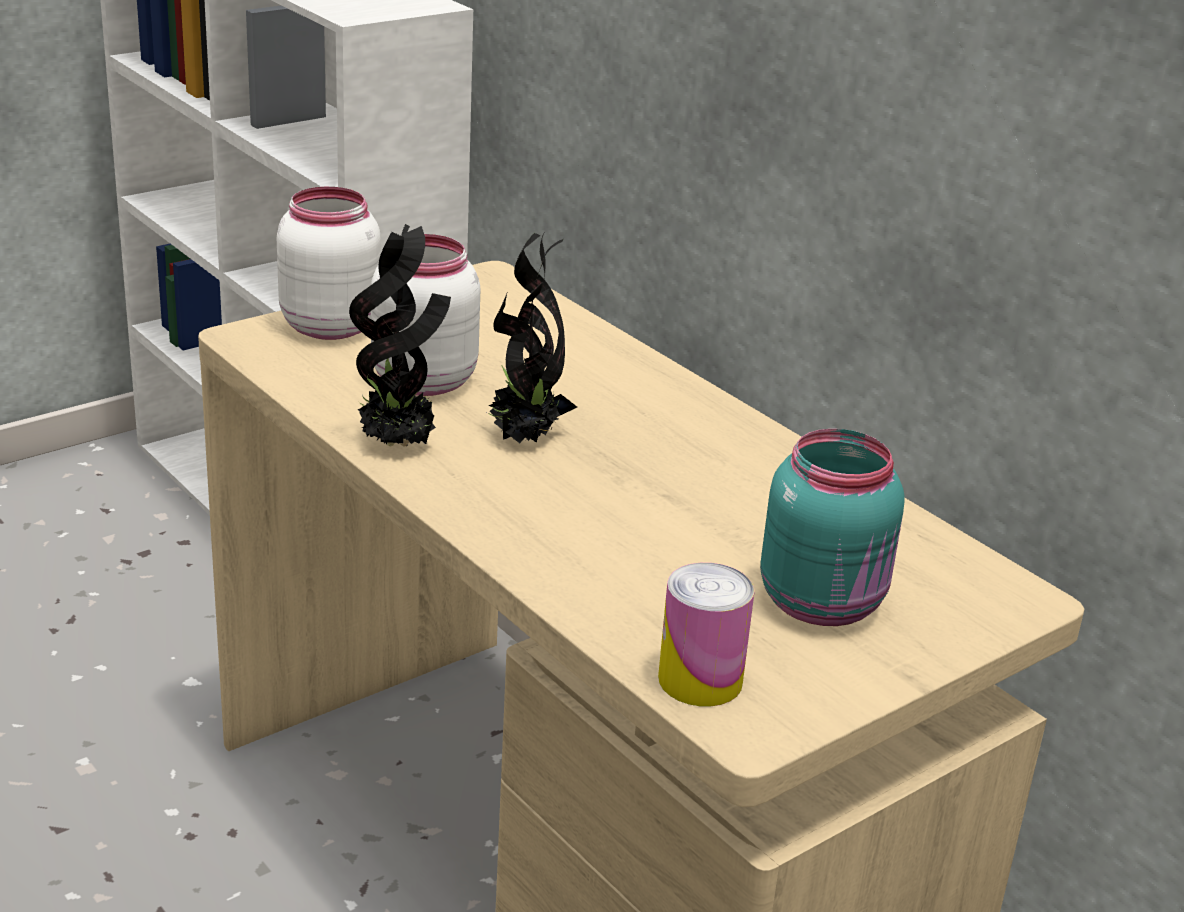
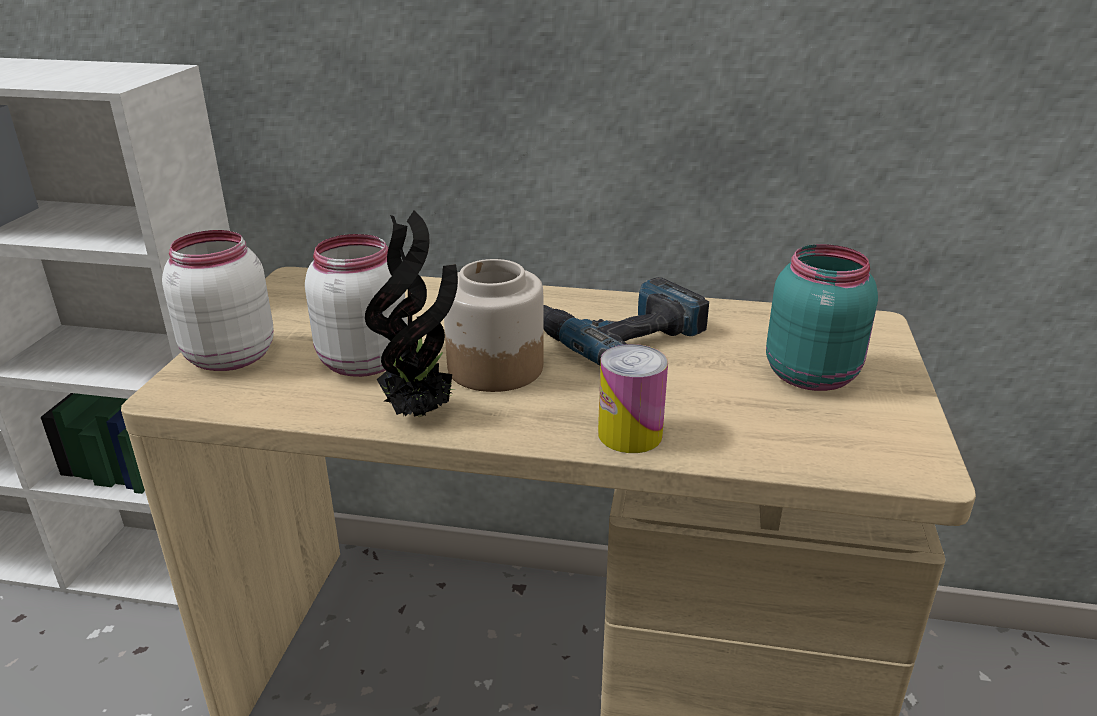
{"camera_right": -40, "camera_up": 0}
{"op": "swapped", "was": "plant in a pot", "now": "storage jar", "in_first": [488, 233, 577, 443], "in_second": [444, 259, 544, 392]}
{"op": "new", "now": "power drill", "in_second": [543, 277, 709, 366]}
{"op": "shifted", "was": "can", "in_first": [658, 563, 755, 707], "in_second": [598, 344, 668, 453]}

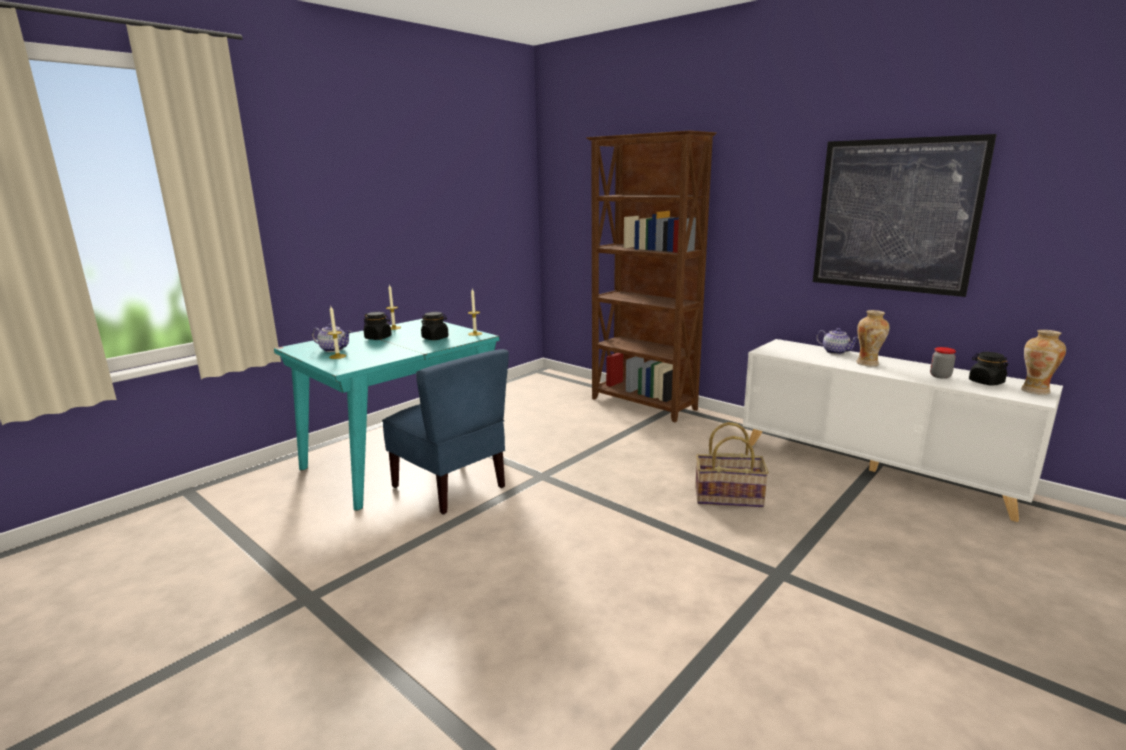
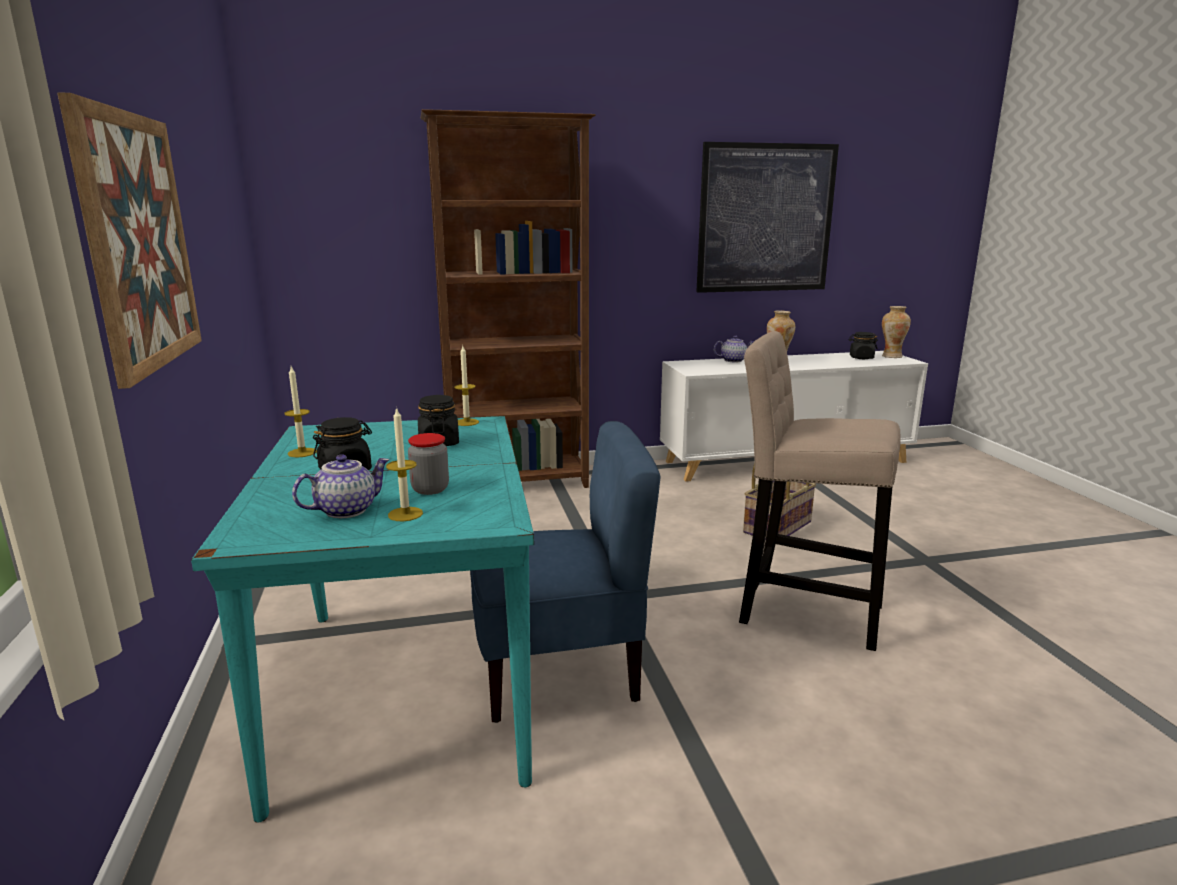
{"camera_right": -55, "camera_up": 0}
{"op": "new", "now": "picture", "in_second": [57, 92, 202, 389]}
{"op": "shifted", "was": "storage jar", "in_first": [930, 347, 956, 379], "in_second": [408, 433, 449, 495]}
{"op": "new", "now": "beige-coloured stool seat", "in_second": [739, 331, 901, 651]}

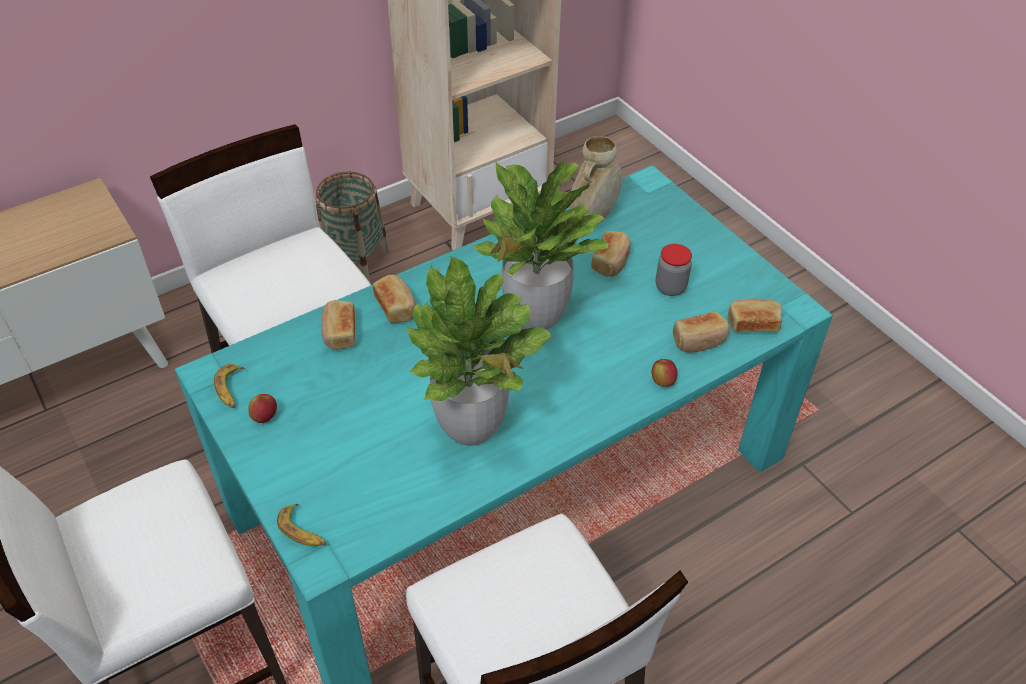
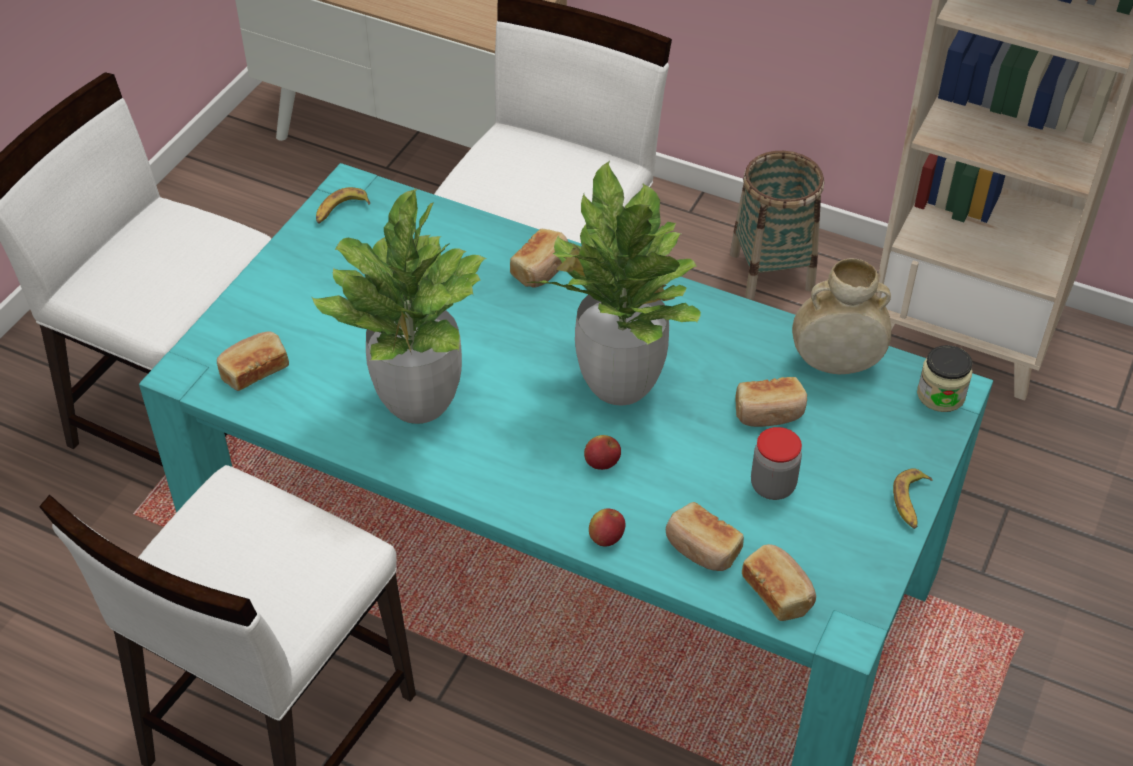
{"camera_right": 60, "camera_up": 0}
{"op": "shifted", "was": "bakery bread", "in_first": [321, 300, 355, 350], "in_second": [217, 331, 289, 391]}
{"op": "shifted", "was": "whole apple", "in_first": [248, 394, 277, 423], "in_second": [584, 435, 621, 470]}
{"op": "shifted", "was": "banana", "in_first": [277, 504, 326, 546], "in_second": [893, 468, 933, 529]}
{"op": "new", "now": "storage jar", "in_second": [917, 345, 973, 412]}

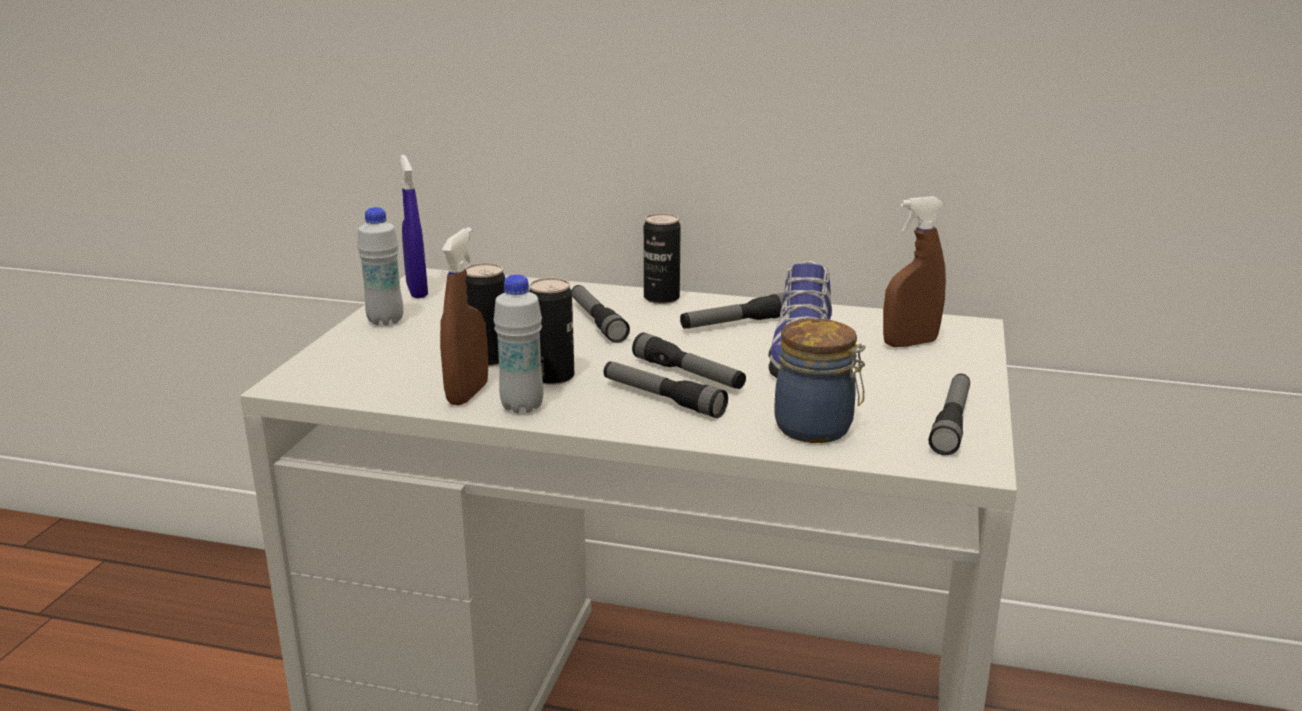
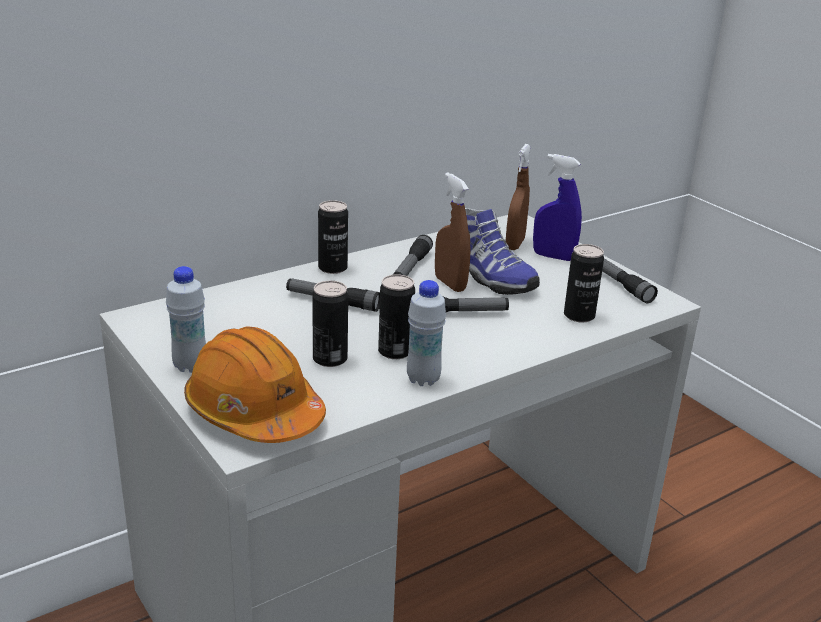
{"camera_right": -50, "camera_up": 5}
{"op": "new", "now": "orange work helmet", "in_second": [184, 326, 326, 443]}
{"op": "shifted", "was": "brown spray bottle", "in_first": [440, 227, 488, 406], "in_second": [435, 172, 470, 292]}
{"op": "shifted", "was": "blue-coloured spray bottle", "in_first": [400, 155, 428, 299], "in_second": [533, 154, 582, 261]}
{"op": "swapped", "was": "storage jar", "now": "can", "in_first": [775, 319, 866, 443], "in_second": [564, 244, 604, 322]}
{"op": "gone", "was": "flashlight", "in_first": [603, 361, 728, 418]}

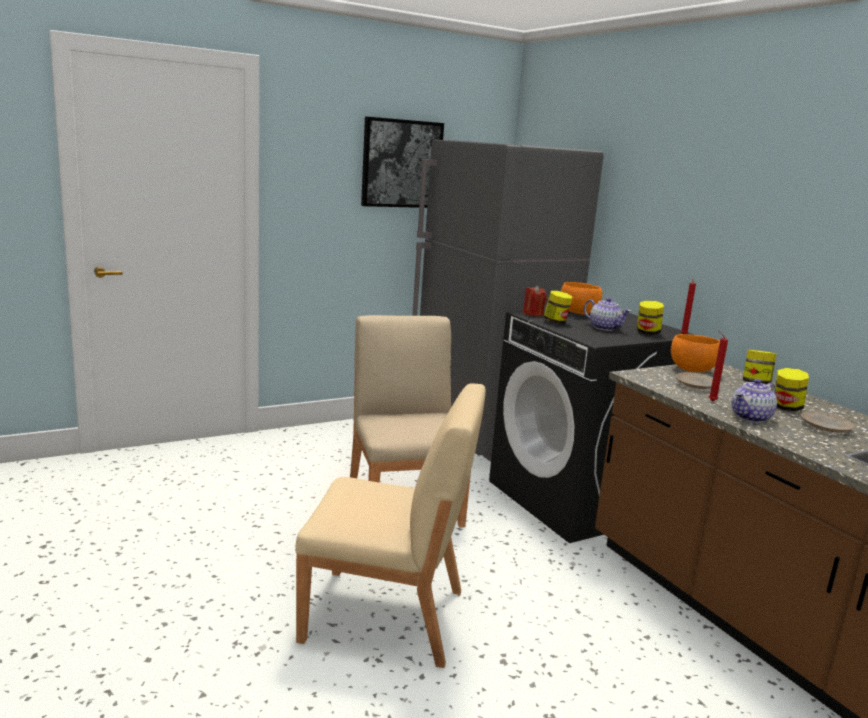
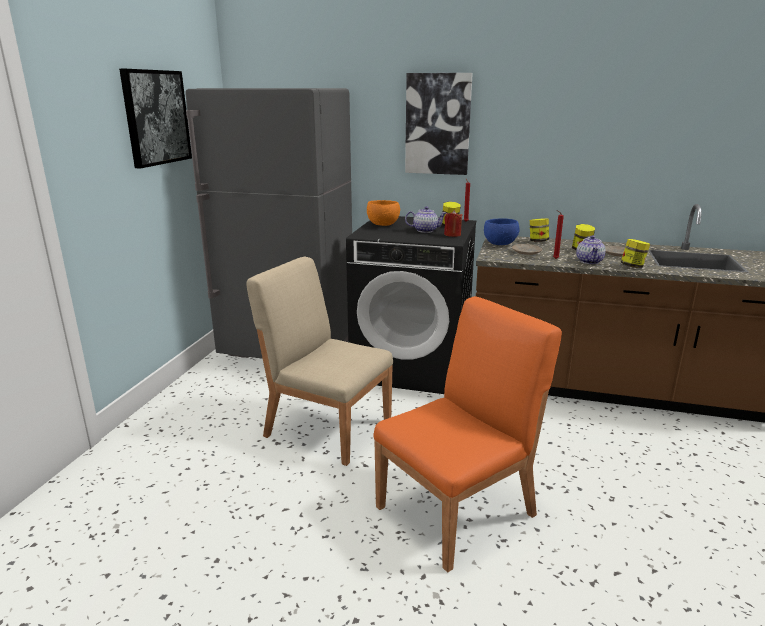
{"camera_right": -45, "camera_up": 5}
{"op": "repainted", "was": "beige-coloured plain chair", "now": "orange plain chair", "in_first": [295, 383, 486, 668], "in_second": [373, 296, 562, 572]}
{"op": "new", "now": "picture", "in_second": [405, 73, 473, 175]}
{"op": "shifted", "was": "red candle", "in_first": [523, 285, 547, 316], "in_second": [444, 210, 462, 237]}
{"op": "repainted", "was": "orange serving bowl", "now": "blue-coloured serving bowl", "in_first": [671, 334, 720, 372], "in_second": [484, 218, 519, 245]}
{"op": "shifted", "was": "storage jar", "in_first": [544, 291, 573, 324], "in_second": [621, 239, 650, 268]}

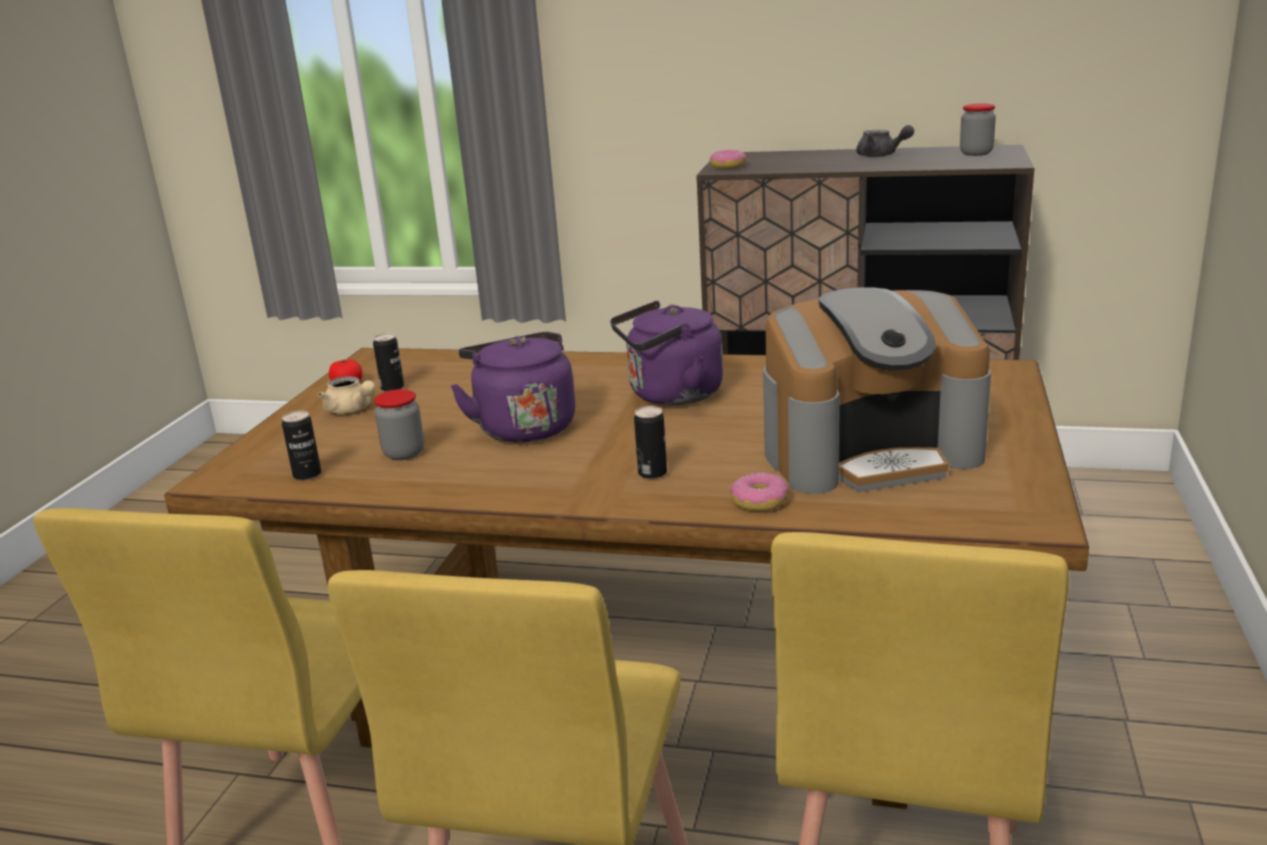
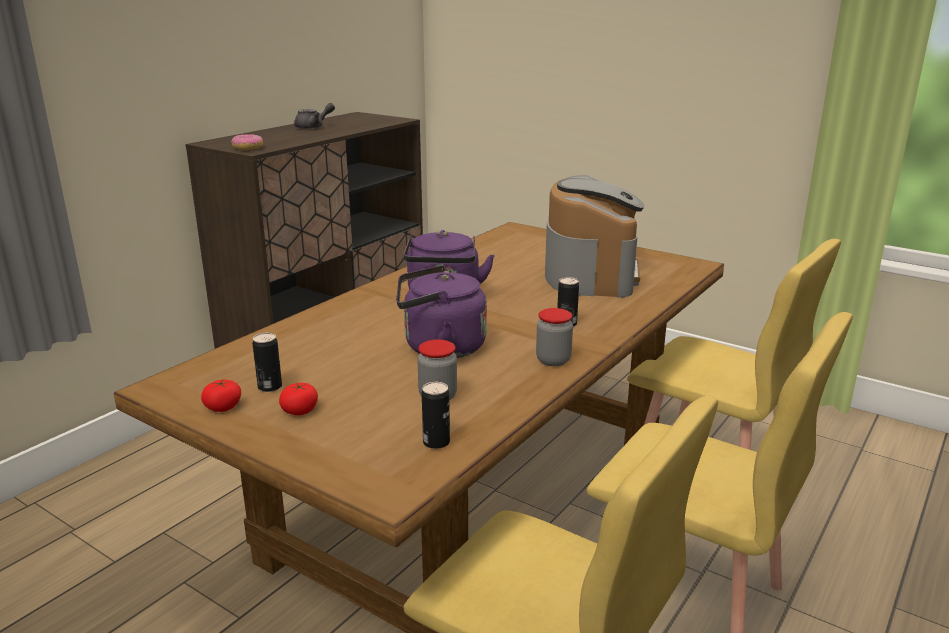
{"camera_right": -70, "camera_up": 0}
{"op": "swapped", "was": "beige-coloured pot for tea", "now": "fresh tomato", "in_first": [318, 376, 376, 414], "in_second": [279, 383, 318, 415]}
{"op": "shifted", "was": "storage jar", "in_first": [960, 103, 996, 156], "in_second": [536, 308, 573, 366]}
{"op": "gone", "was": "donut", "in_first": [730, 472, 788, 511]}

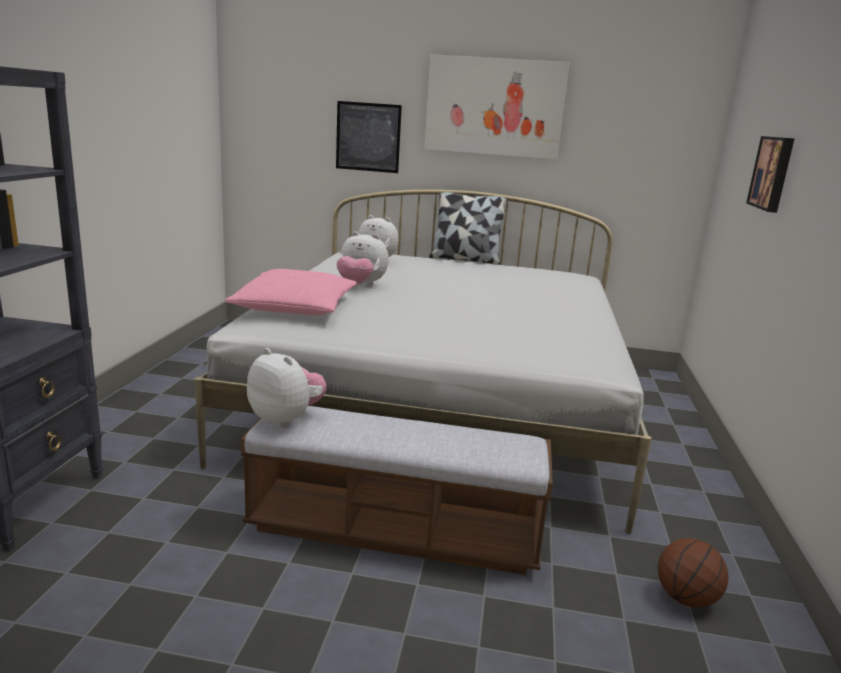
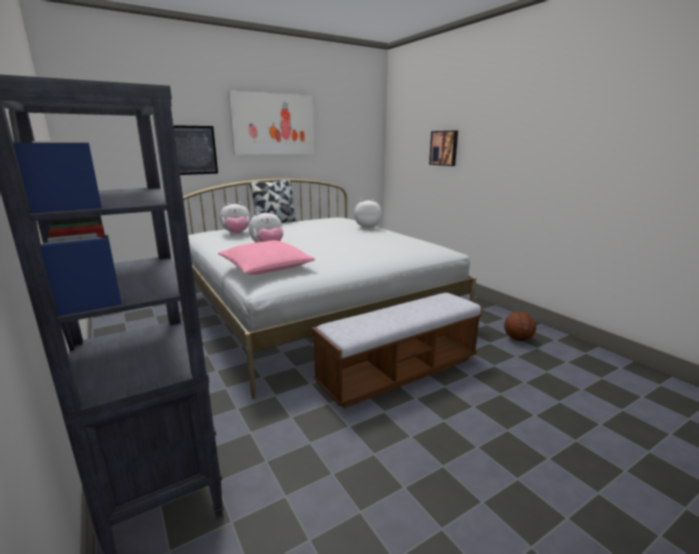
{"camera_right": -40, "camera_up": 0}
{"op": "shifted", "was": "soft toy", "in_first": [247, 348, 327, 428], "in_second": [354, 199, 382, 229]}

